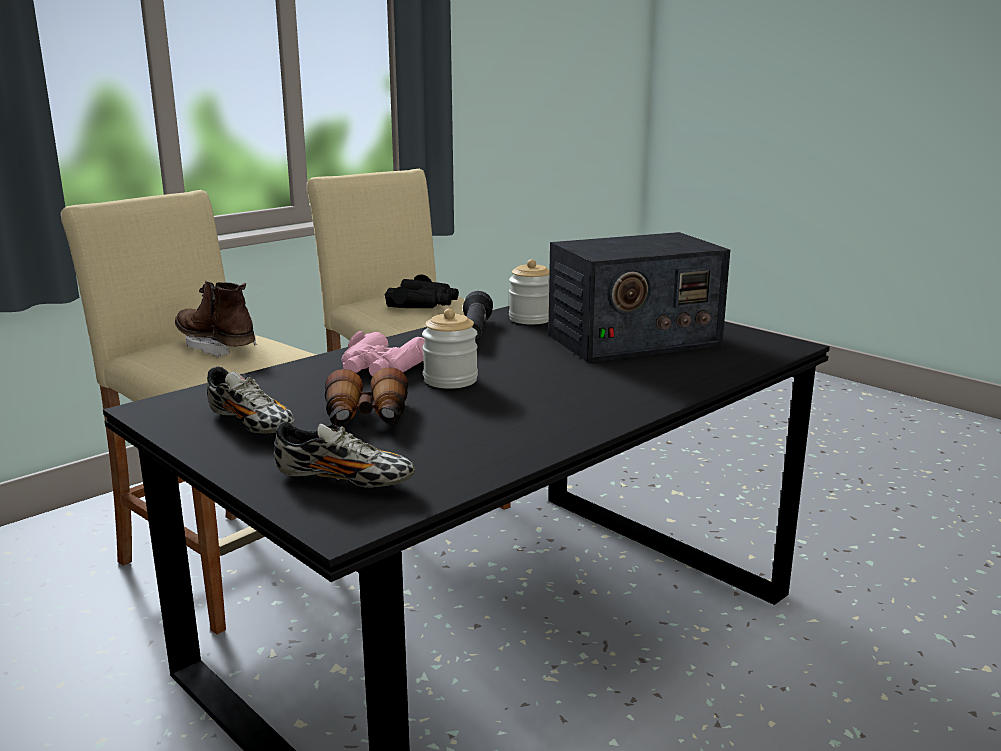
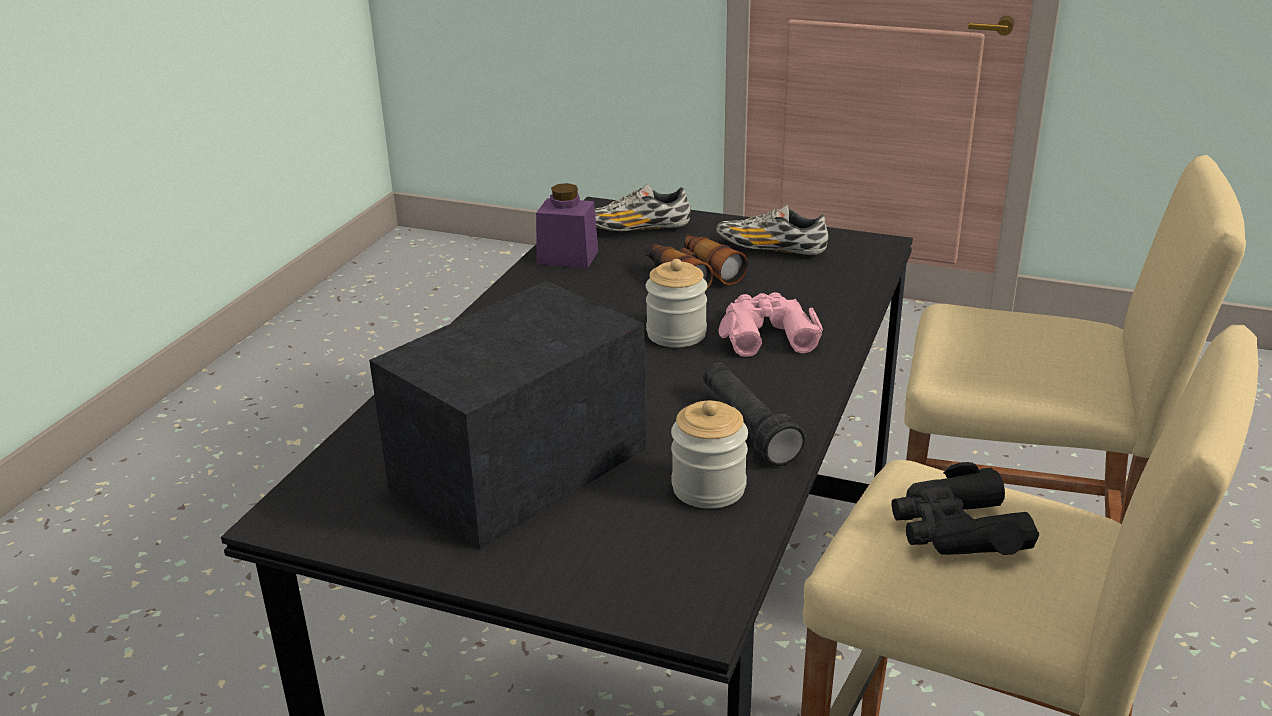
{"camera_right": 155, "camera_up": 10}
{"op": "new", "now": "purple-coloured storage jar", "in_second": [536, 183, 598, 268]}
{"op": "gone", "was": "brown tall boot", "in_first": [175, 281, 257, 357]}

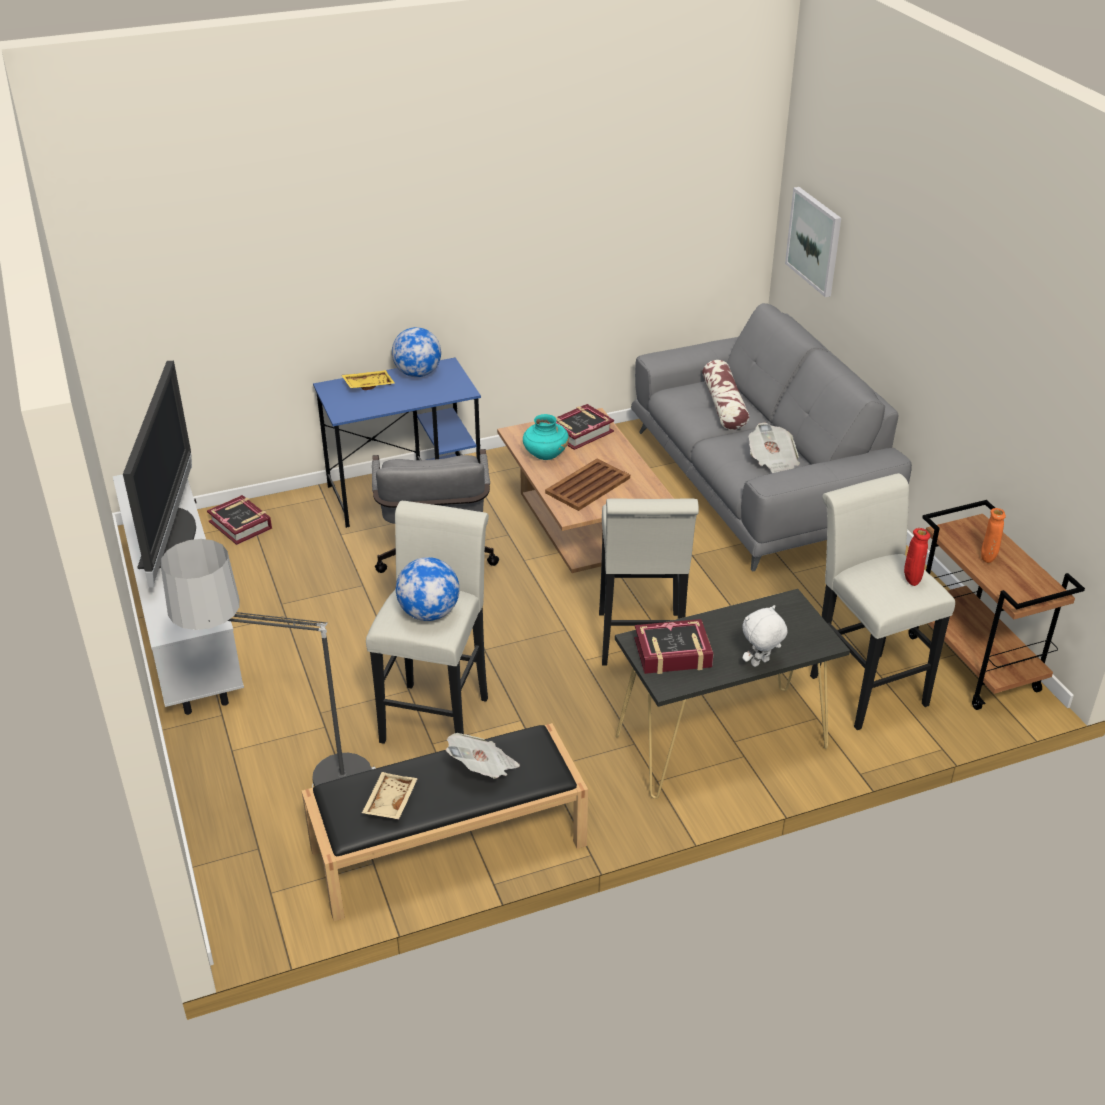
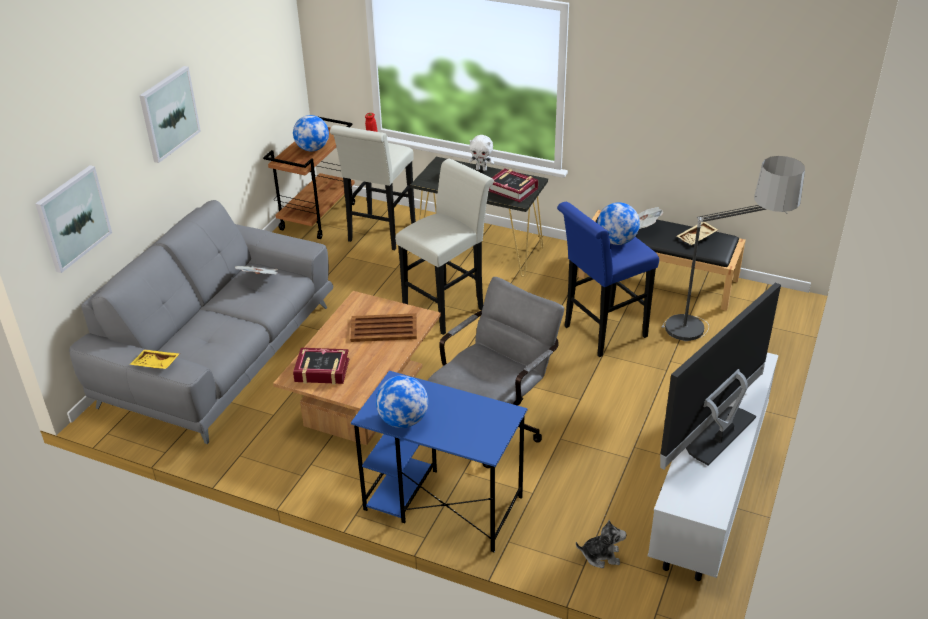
{"camera_right": -135, "camera_up": 0}
{"op": "shifted", "was": "yellow-coloured carrying tray", "in_first": [342, 370, 395, 390], "in_second": [129, 350, 180, 369]}
{"op": "new", "now": "picture", "in_second": [139, 66, 201, 163]}
{"op": "swapped", "was": "orange vase", "now": "desk globe", "in_first": [981, 508, 1006, 563], "in_second": [293, 115, 329, 151]}
{"op": "repainted", "was": "whitish stool seat", "now": "blue-coloured stool seat", "in_first": [366, 501, 489, 744], "in_second": [557, 202, 659, 357]}
{"op": "swapped", "was": "volume", "now": "soft toy", "in_first": [207, 495, 272, 545], "in_second": [576, 520, 627, 568]}
{"op": "gone", "was": "turquoise-coloured vase", "in_first": [523, 414, 569, 460]}
{"op": "gone", "was": "throw pillow", "in_first": [702, 360, 749, 430]}

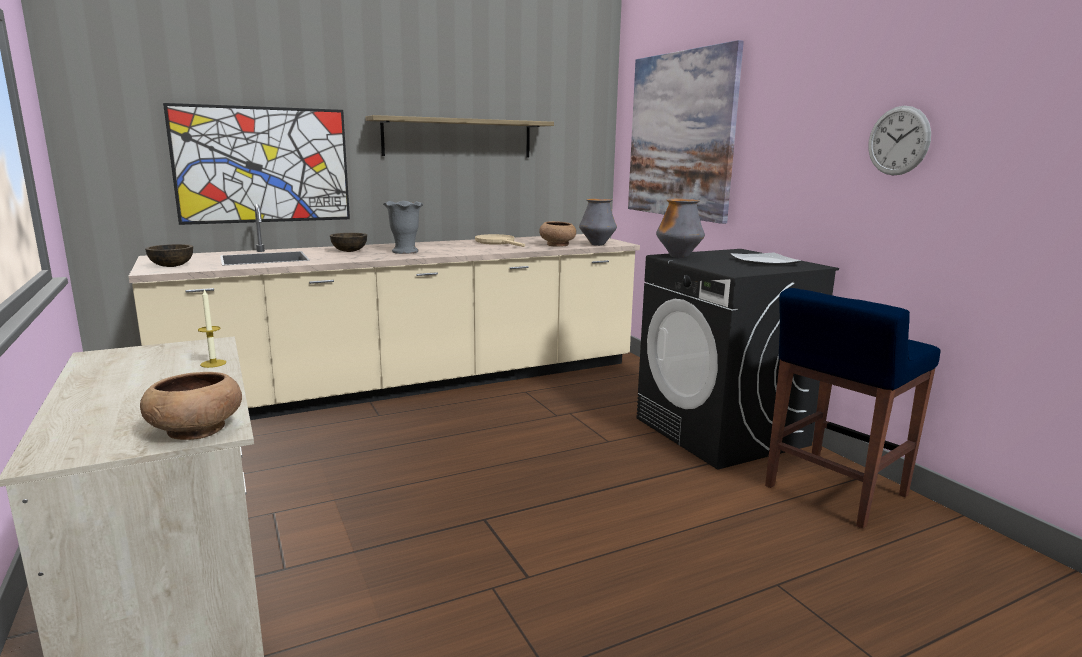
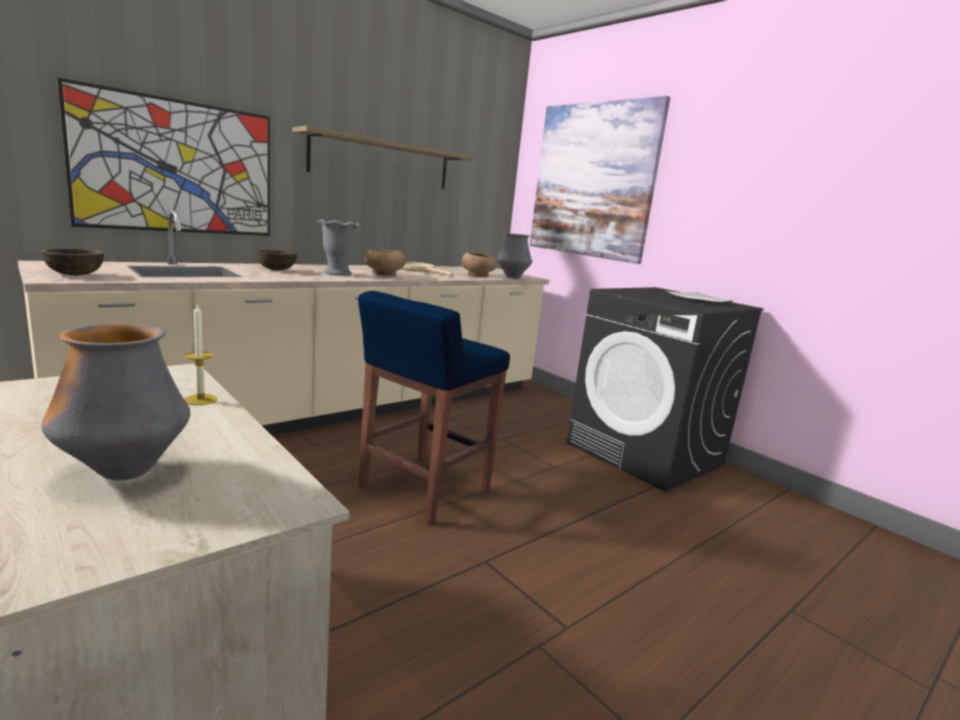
{"camera_right": -15, "camera_up": 0}
{"op": "shifted", "was": "vase", "in_first": [656, 199, 705, 258], "in_second": [41, 323, 190, 480]}
{"op": "shifted", "was": "blue-coloured stool seat", "in_first": [765, 288, 941, 529], "in_second": [358, 291, 510, 525]}
{"op": "shifted", "was": "brown serving bowl", "in_first": [140, 372, 242, 440], "in_second": [365, 250, 406, 276]}
{"op": "gone", "was": "wall clock", "in_first": [868, 106, 931, 176]}

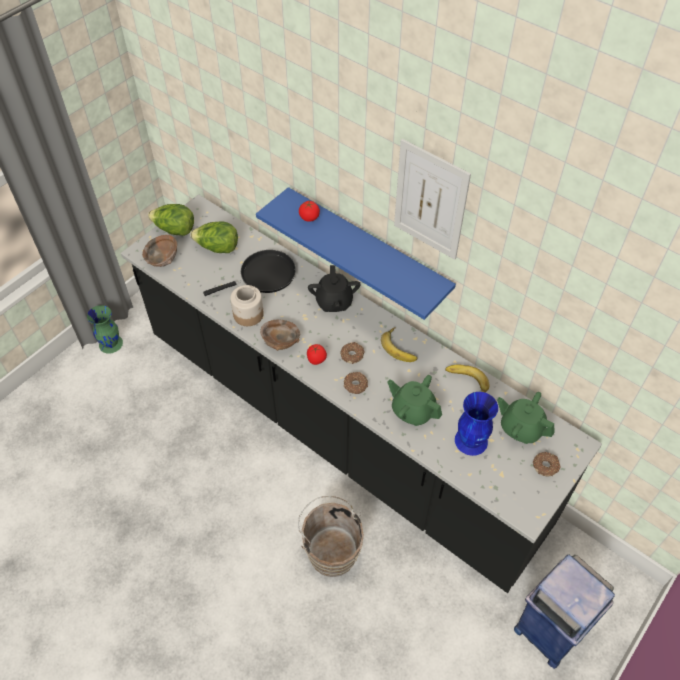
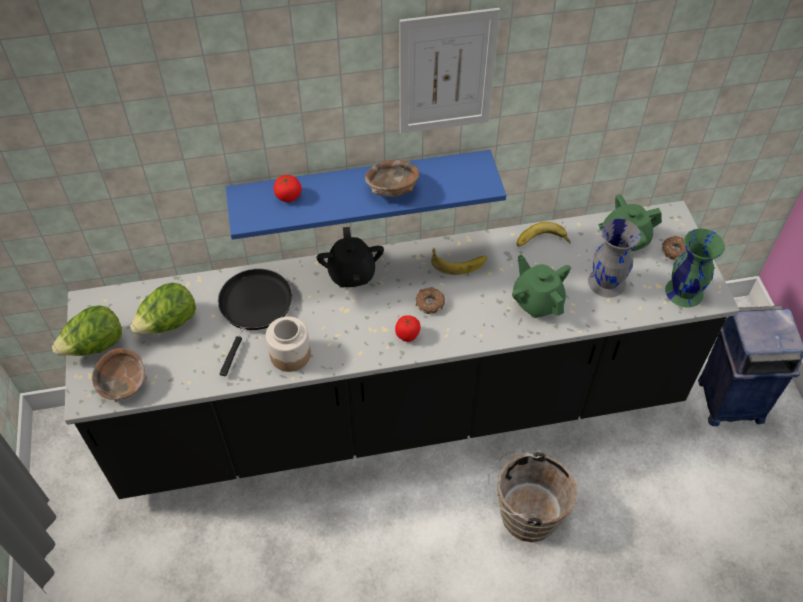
{"camera_right": -50, "camera_up": 0}
{"op": "rotated", "was": "black pot for tea", "in_first": [308, 265, 361, 312], "in_second": [317, 227, 384, 288], "clockwise": 45}
{"op": "shifted", "was": "brown serving bowl", "in_first": [260, 320, 300, 351], "in_second": [365, 160, 419, 197]}
{"op": "rotated", "was": "green-coloured pot for tea", "in_first": [387, 375, 442, 426], "in_second": [512, 254, 571, 318], "clockwise": 75}
{"op": "repainted", "was": "blue-coloured vase", "now": "greyish vase", "in_first": [455, 392, 498, 456], "in_second": [588, 219, 641, 298]}
{"op": "shifted", "was": "green-coloured vase", "in_first": [87, 305, 123, 354], "in_second": [665, 229, 725, 307]}
{"op": "gone", "was": "donut", "in_first": [344, 372, 368, 394]}

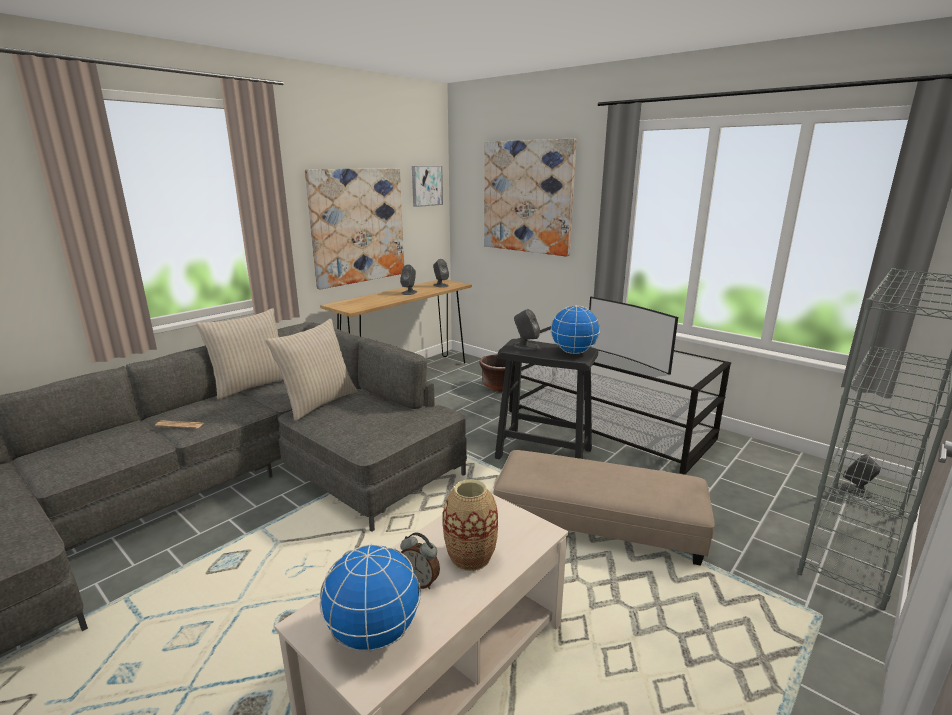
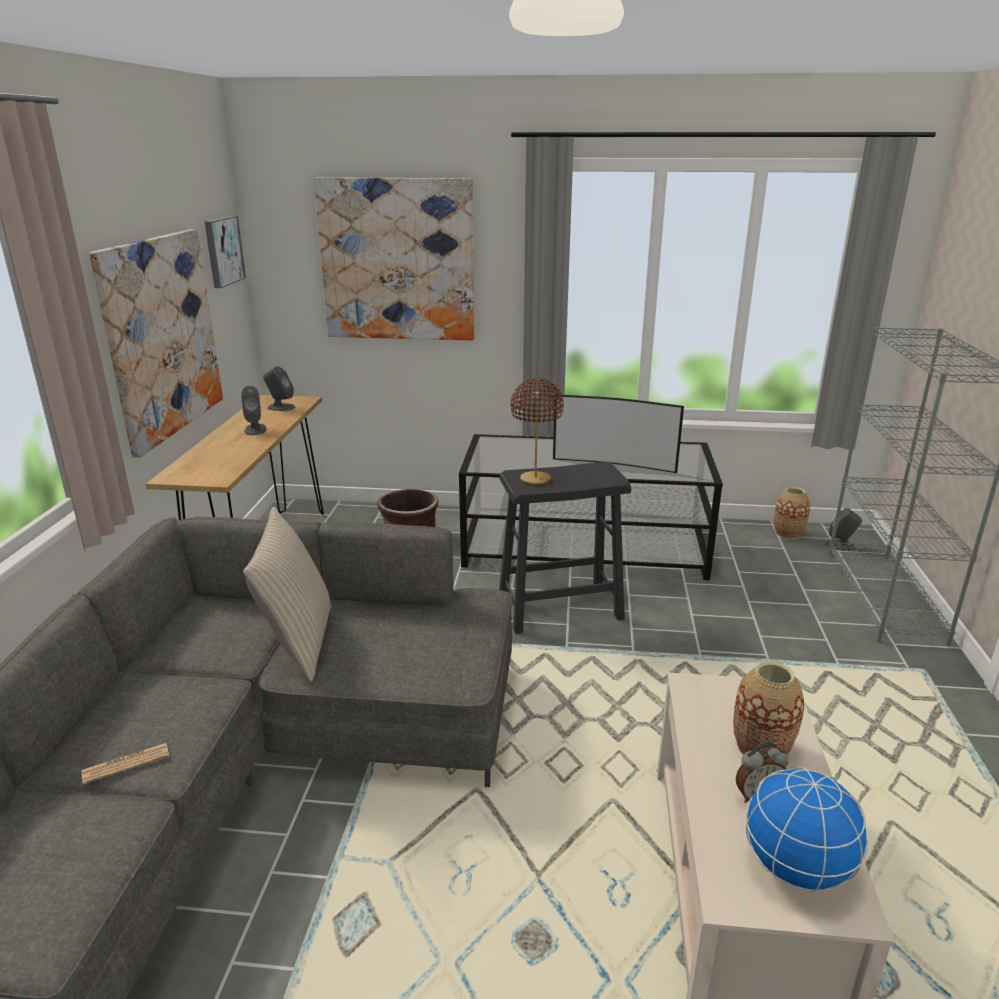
{"camera_right": -35, "camera_up": 5}
{"op": "swapped", "was": "greyish loudspeaker", "now": "brown tabletop lamp", "in_first": [514, 309, 540, 350], "in_second": [511, 378, 564, 485]}
{"op": "new", "now": "vase", "in_second": [774, 487, 810, 540]}
{"op": "gone", "was": "beige-coloured throw pillow", "in_first": [196, 308, 283, 400]}
{"op": "gone", "was": "beige-coloured pouffe", "in_first": [493, 450, 715, 566]}
{"op": "gone", "was": "desk globe", "in_first": [551, 305, 600, 354]}

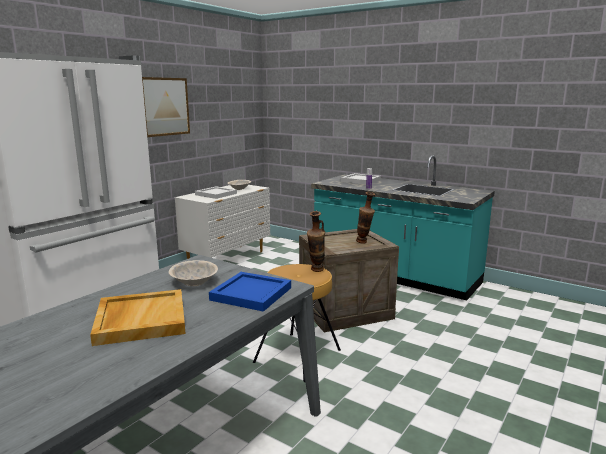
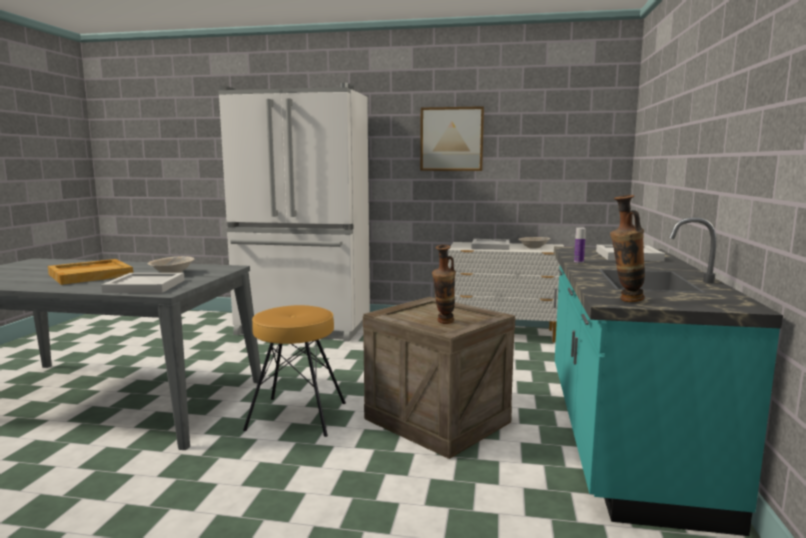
{"camera_right": 65, "camera_up": -5}
{"op": "repainted", "was": "blue-coloured carrying tray", "now": "whitish carrying tray", "in_first": [209, 272, 291, 312], "in_second": [101, 273, 185, 293]}
{"op": "shifted", "was": "vase", "in_first": [307, 211, 325, 272], "in_second": [610, 195, 645, 302]}

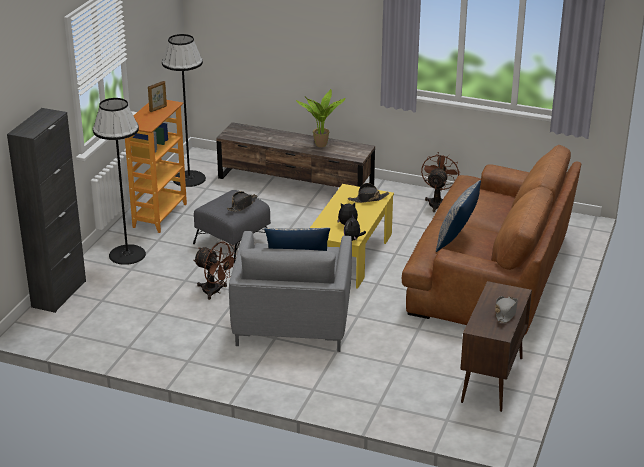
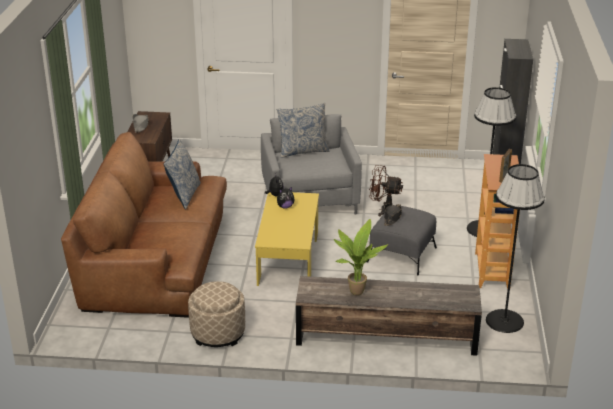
{"camera_right": 165, "camera_up": 0}
{"op": "swapped", "was": "brown electric fan", "now": "beige-coloured pouffe", "in_first": [421, 152, 460, 212], "in_second": [188, 281, 245, 347]}
{"op": "gone", "was": "black hat", "in_first": [348, 183, 389, 203]}

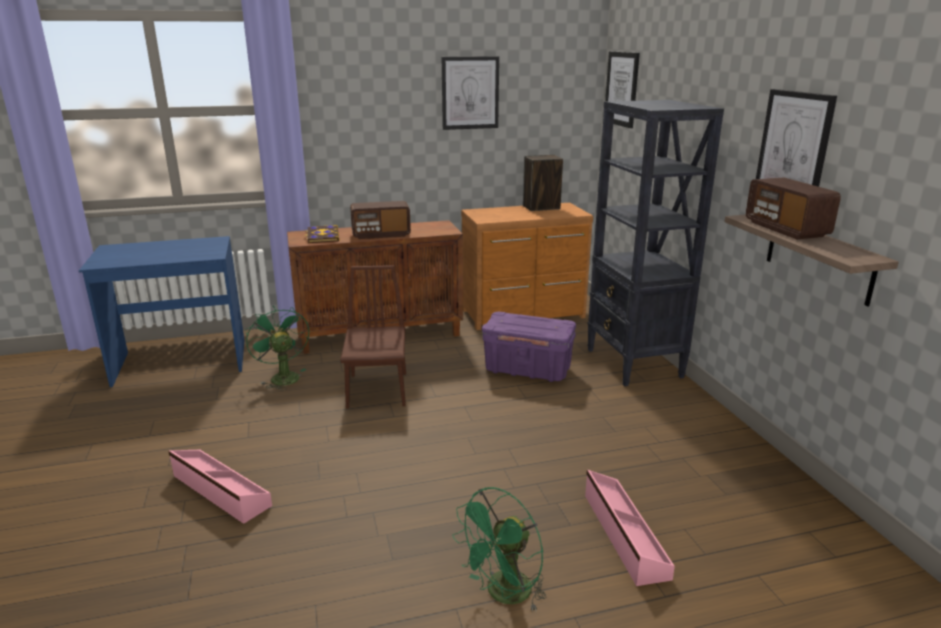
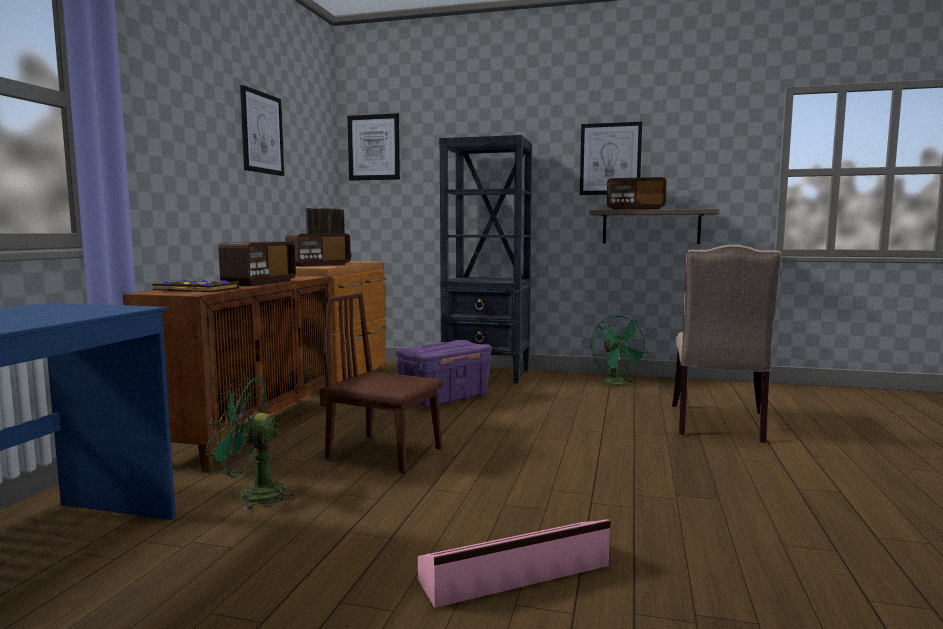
{"camera_right": -60, "camera_up": -15}
{"op": "new", "now": "radio set", "in_second": [285, 234, 351, 267]}
{"op": "shifted", "was": "green-coloured electric fan", "in_first": [452, 487, 547, 611], "in_second": [591, 316, 648, 386]}
{"op": "swapped", "was": "pinkish storage container", "now": "beige-coloured plain chair", "in_first": [585, 470, 675, 586], "in_second": [672, 245, 782, 443]}

